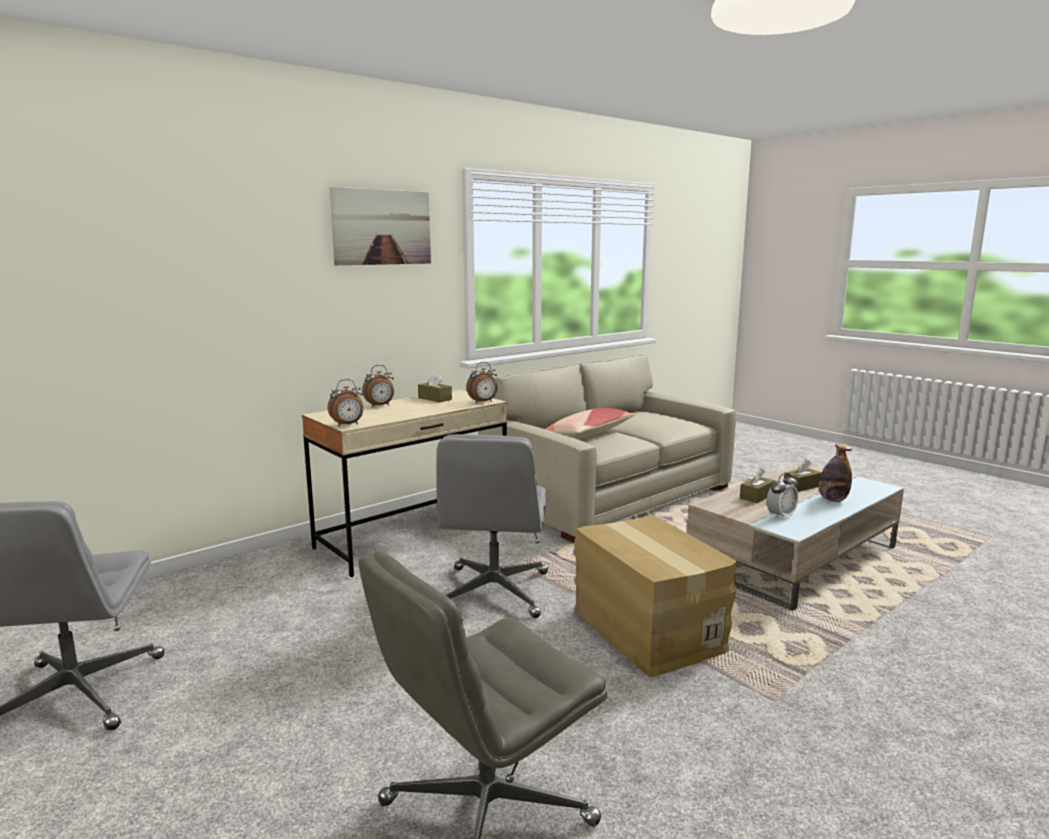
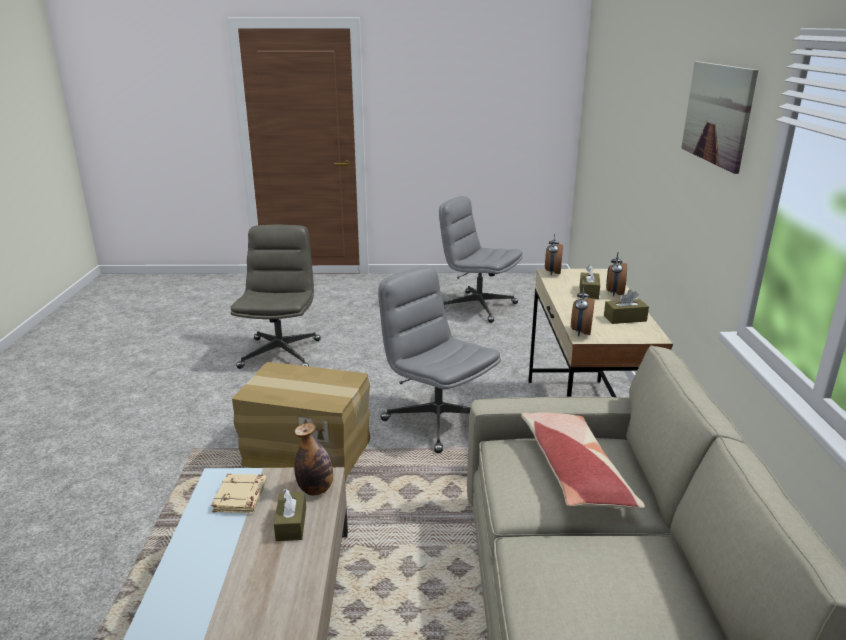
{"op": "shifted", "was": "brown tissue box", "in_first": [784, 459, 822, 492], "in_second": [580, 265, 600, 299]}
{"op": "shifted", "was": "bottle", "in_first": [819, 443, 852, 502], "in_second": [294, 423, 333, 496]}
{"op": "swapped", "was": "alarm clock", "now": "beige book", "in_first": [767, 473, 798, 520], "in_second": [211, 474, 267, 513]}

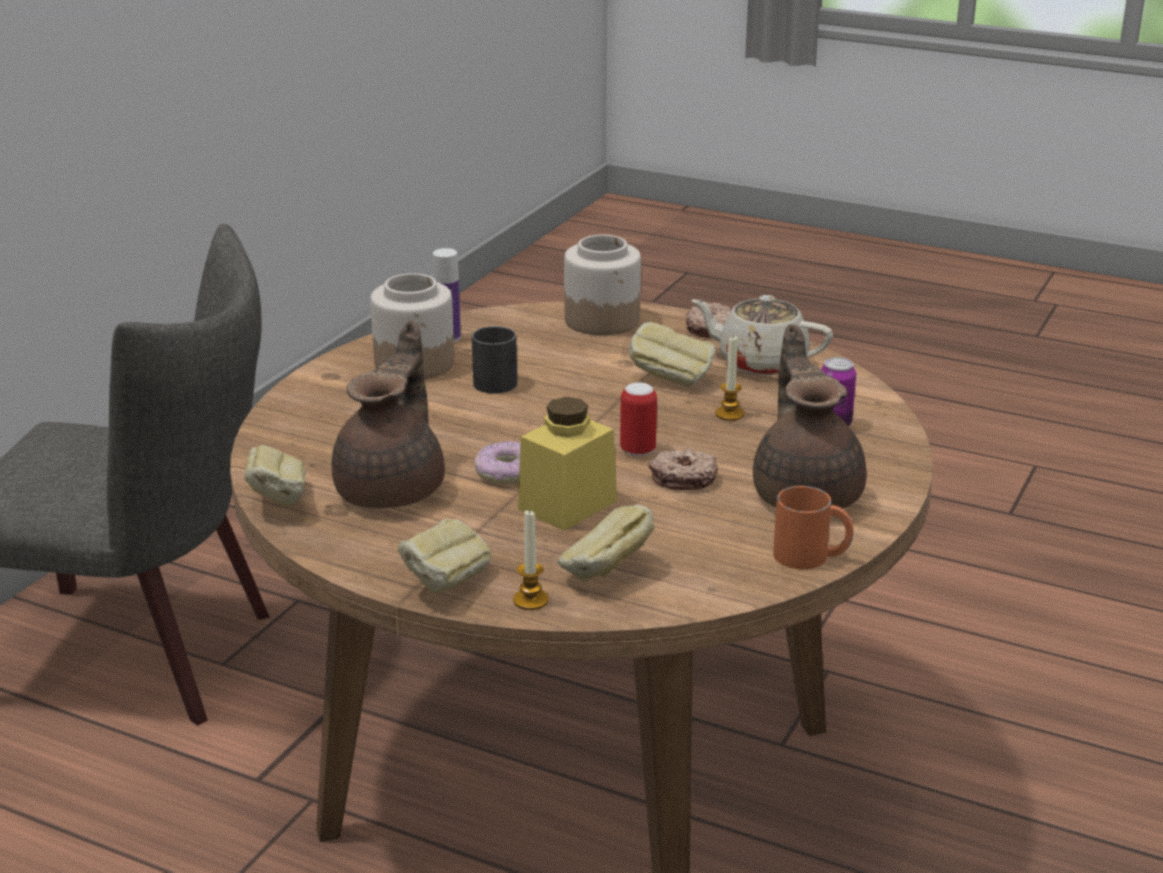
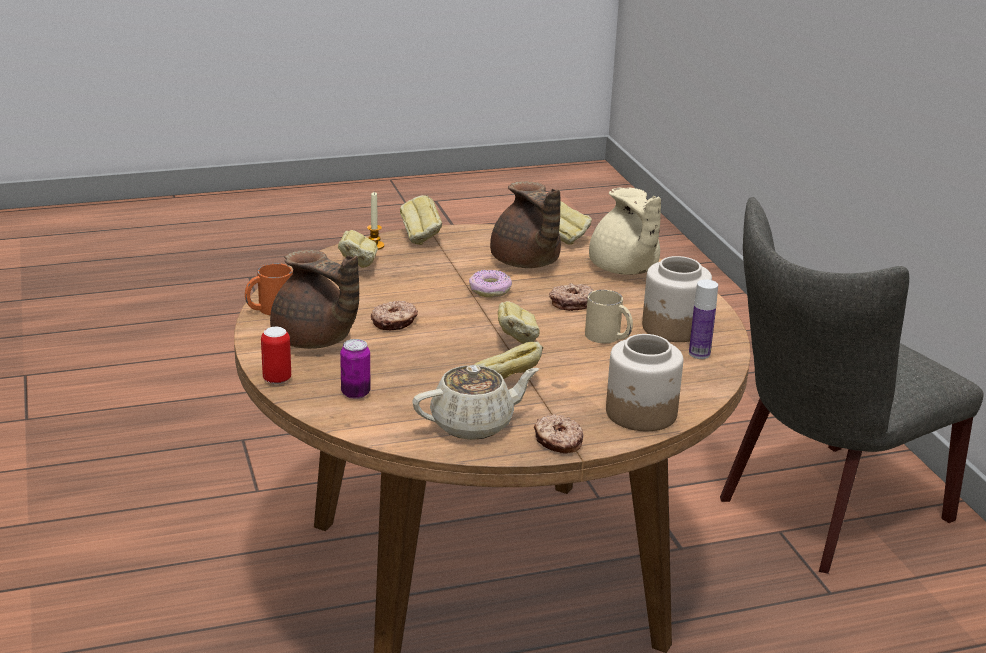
{"op": "gone", "was": "yellow jar", "in_first": [518, 397, 617, 531]}
{"op": "gone", "was": "candle", "in_first": [715, 337, 744, 421]}
{"op": "new", "now": "bread", "in_second": [498, 301, 540, 344]}
{"op": "new", "now": "donut", "in_second": [549, 283, 594, 311]}
{"op": "new", "now": "beige teapot", "in_second": [589, 187, 661, 275]}
{"op": "shifted", "was": "can", "in_first": [620, 383, 657, 456], "in_second": [261, 327, 291, 384]}
{"op": "repainted", "was": "black mug", "now": "beige mug", "in_first": [472, 326, 517, 394], "in_second": [585, 290, 633, 343]}

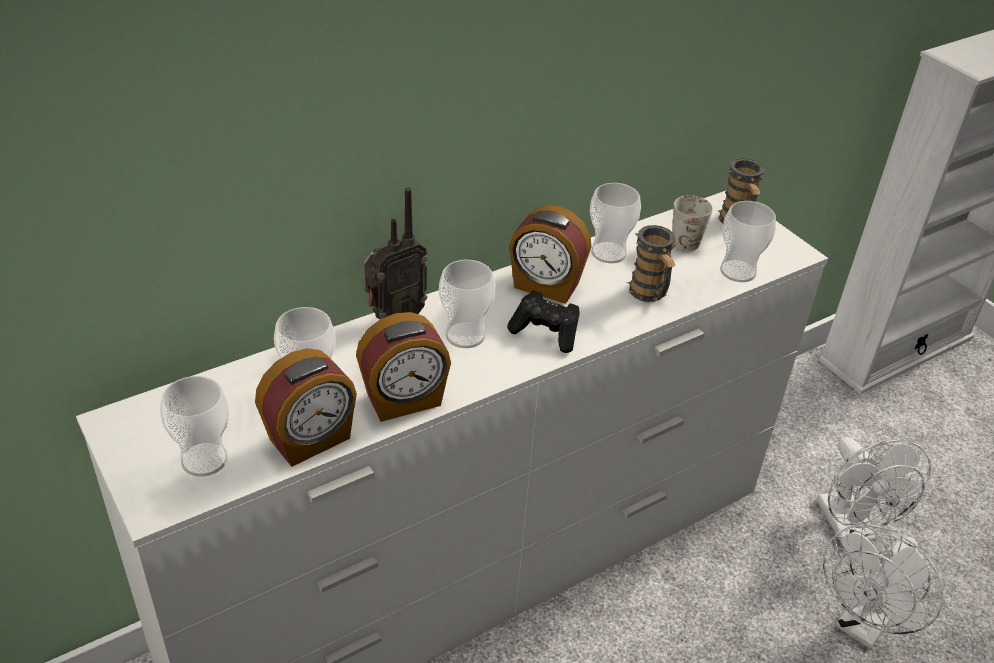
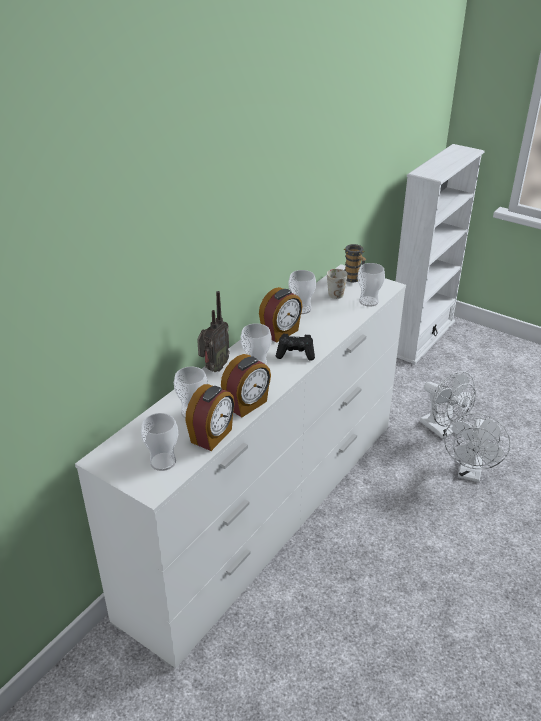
{"op": "gone", "was": "mug", "in_first": [627, 225, 677, 302]}
{"op": "rotated", "was": "alarm clock", "in_first": [509, 205, 592, 304], "in_second": [259, 287, 303, 343], "clockwise": -45}

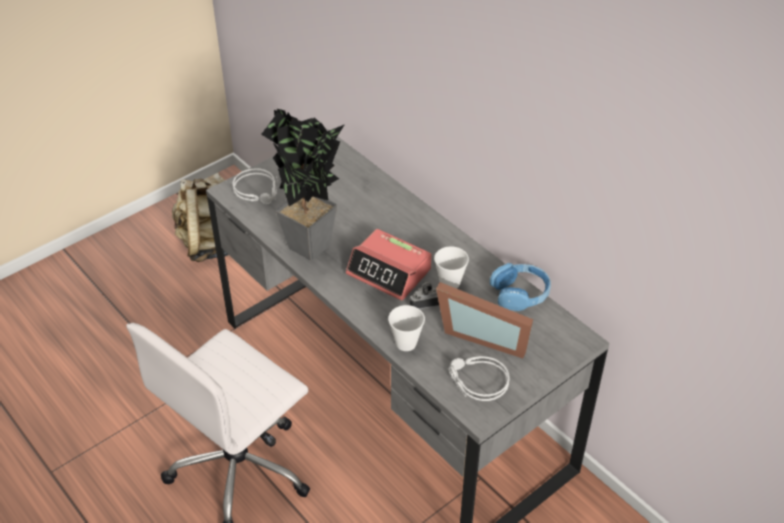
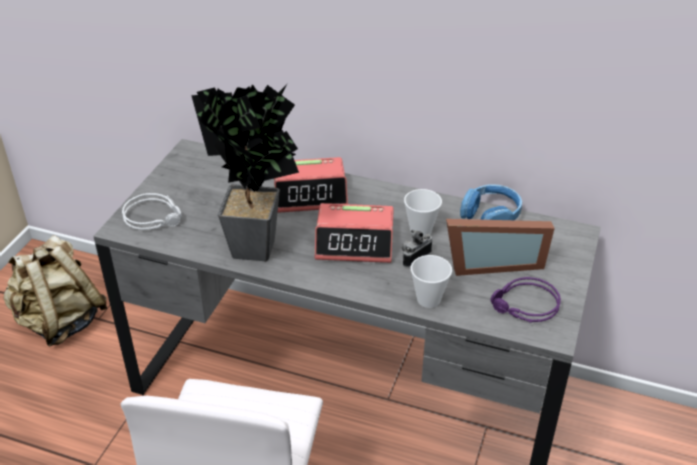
{"op": "new", "now": "alarm clock", "in_second": [274, 157, 348, 213]}
{"op": "repainted", "was": "grey headphones", "now": "purple headphones", "in_first": [449, 356, 510, 401], "in_second": [490, 277, 561, 323]}

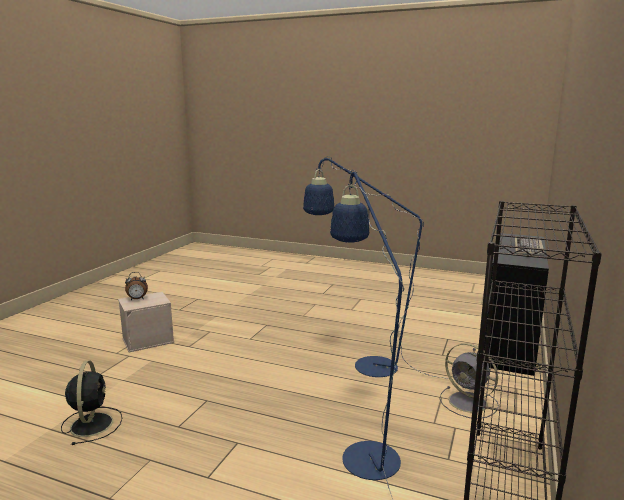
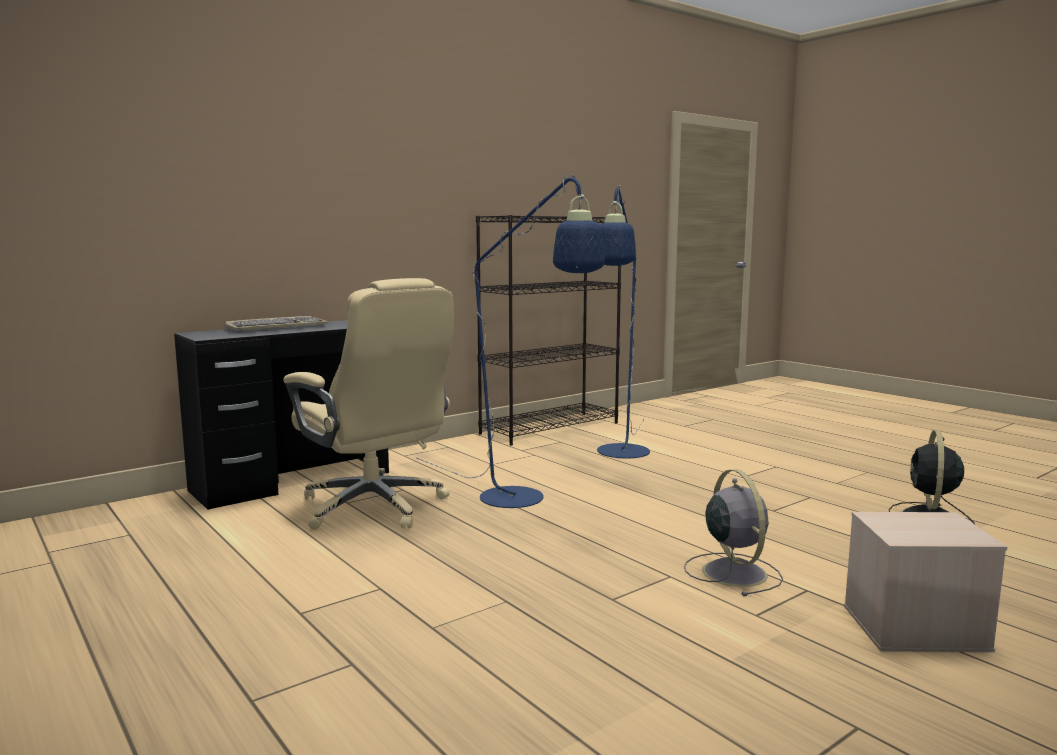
{"op": "gone", "was": "alarm clock", "in_first": [125, 272, 148, 300]}
{"op": "new", "now": "beige office chair", "in_second": [283, 278, 454, 530]}
{"op": "shifted", "was": "grey fan", "in_first": [440, 343, 499, 419], "in_second": [684, 469, 783, 596]}

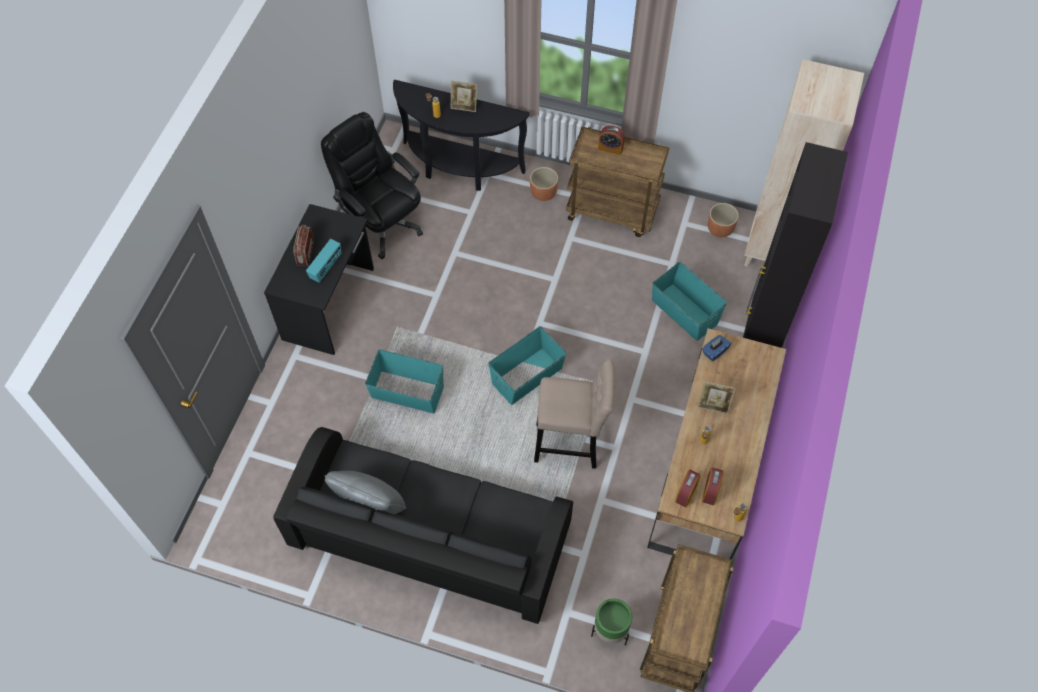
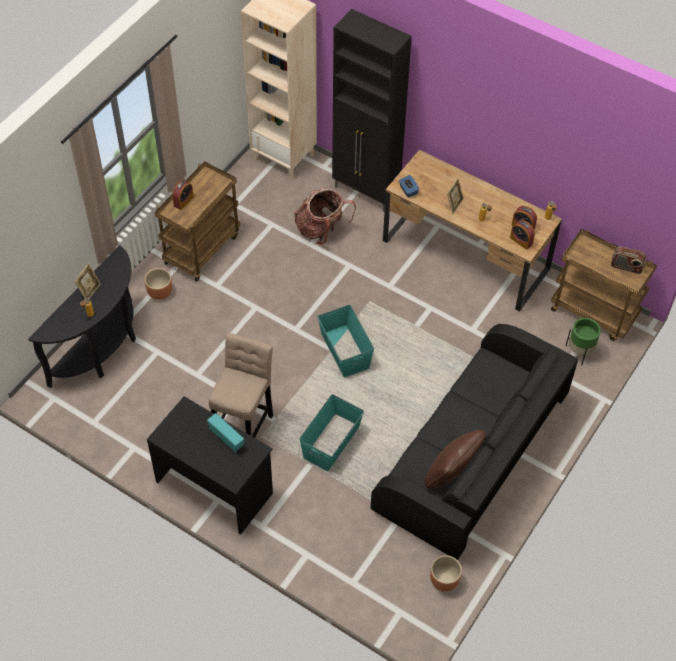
{"op": "gone", "was": "black office chair", "in_first": [321, 112, 423, 259]}
{"op": "shifted", "was": "radio", "in_first": [293, 225, 314, 266], "in_second": [611, 246, 646, 274]}
{"op": "shifted", "was": "beige stool", "in_first": [534, 359, 615, 469], "in_second": [209, 333, 273, 438]}
{"op": "shifted", "was": "brown planter", "in_first": [708, 203, 739, 237], "in_second": [430, 555, 462, 592]}
{"op": "swapped", "was": "turquoise storage box", "now": "backpack", "in_first": [652, 262, 727, 341], "in_second": [294, 188, 356, 245]}
{"op": "repainted", "was": "grey pillow", "now": "brown pillow", "in_first": [324, 471, 406, 514], "in_second": [424, 430, 486, 489]}

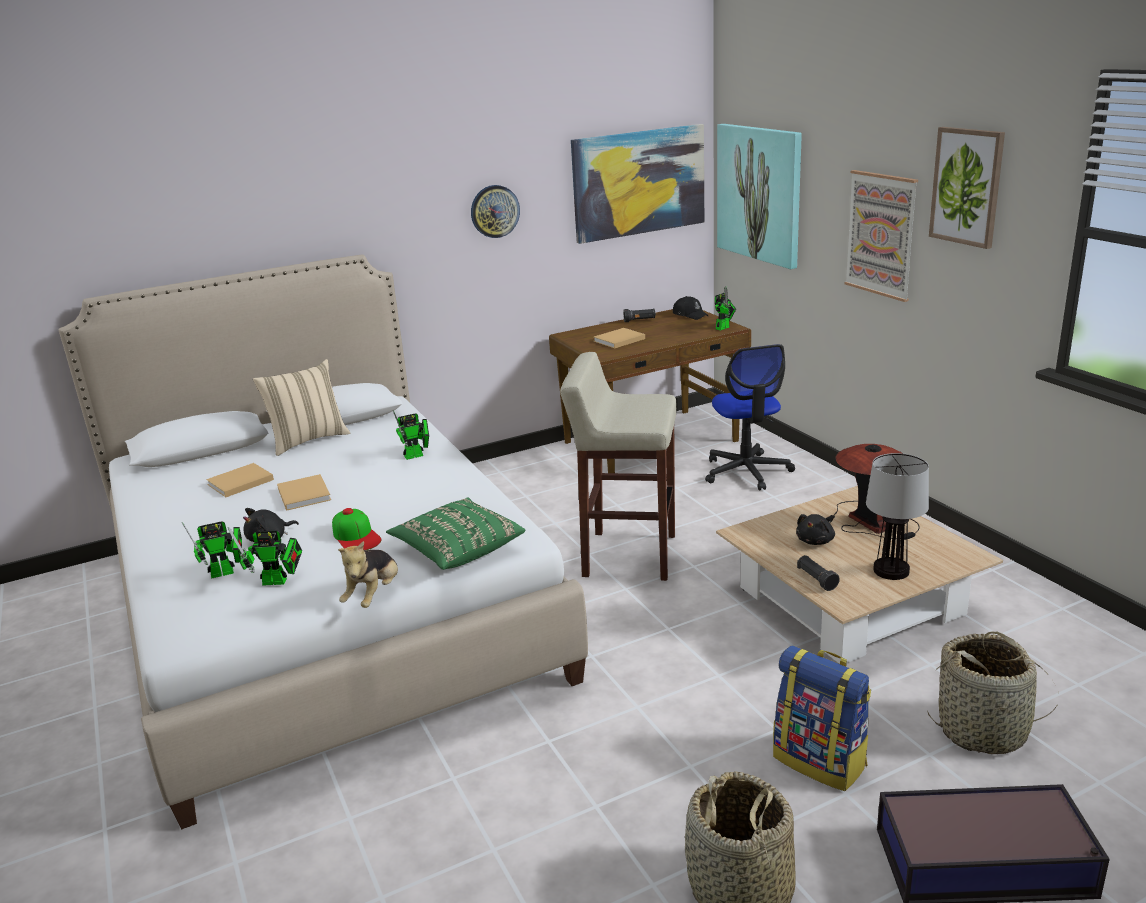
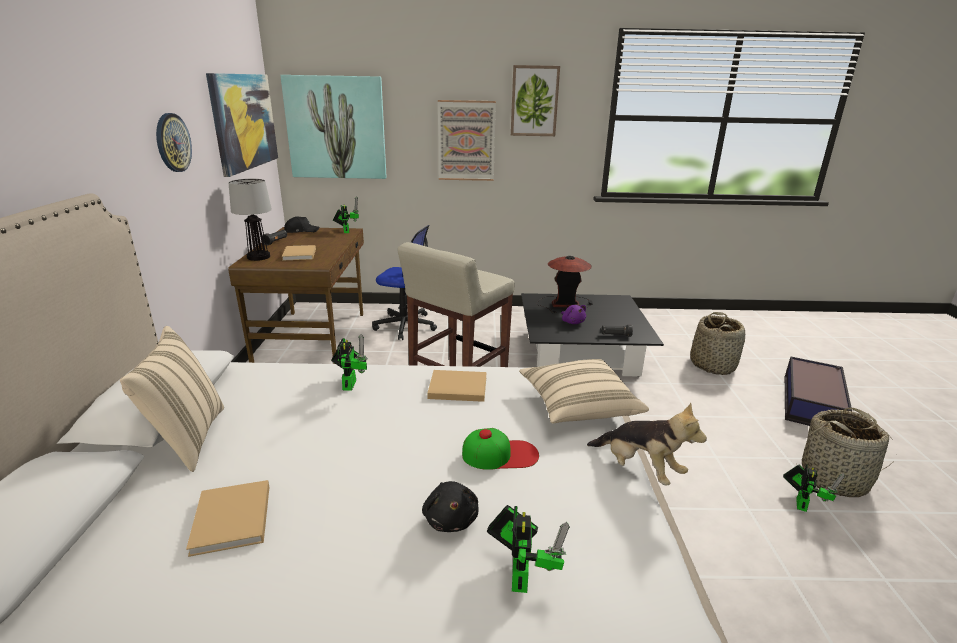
{"op": "gone", "was": "backpack", "in_first": [773, 645, 871, 791]}
{"op": "shifted", "was": "toy robot", "in_first": [228, 527, 302, 586], "in_second": [783, 464, 845, 512]}
{"op": "shifted", "was": "beige book", "in_first": [277, 474, 331, 511], "in_second": [427, 370, 487, 402]}
{"op": "shifted", "was": "table lamp", "in_first": [866, 453, 929, 580], "in_second": [228, 179, 272, 261]}
{"op": "repainted", "was": "green pillow", "now": "beige pillow", "in_first": [386, 497, 526, 570], "in_second": [519, 359, 649, 424]}
{"op": "repainted", "was": "beige coffee table", "now": "black coffee table", "in_first": [716, 486, 1003, 664], "in_second": [521, 293, 664, 377]}
{"op": "repainted", "was": "black plush toy", "now": "purple plush toy", "in_first": [796, 514, 835, 545], "in_second": [561, 305, 586, 324]}

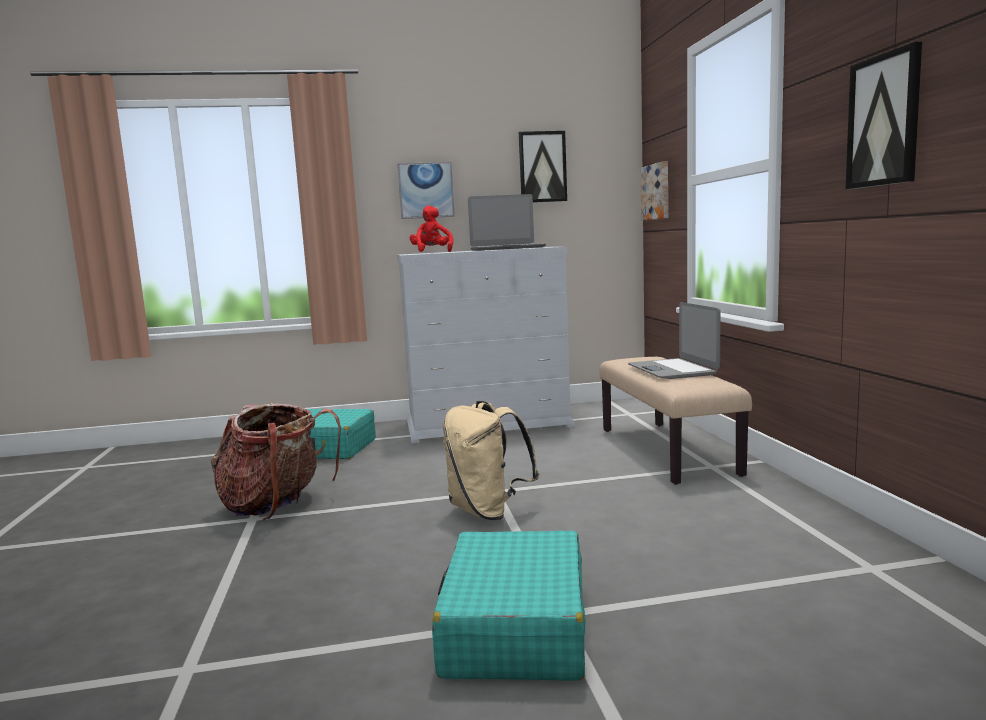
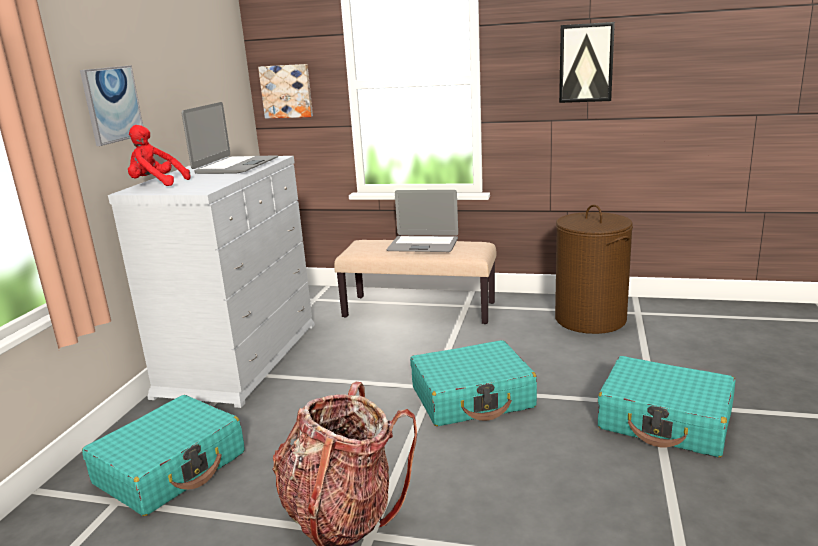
{"op": "gone", "was": "picture", "in_first": [519, 131, 567, 203]}
{"op": "new", "now": "brown laundry basket", "in_second": [555, 205, 633, 334]}
{"op": "swapped", "was": "beige backpack", "now": "turquoise suitcase", "in_first": [443, 401, 539, 520], "in_second": [410, 340, 537, 426]}

